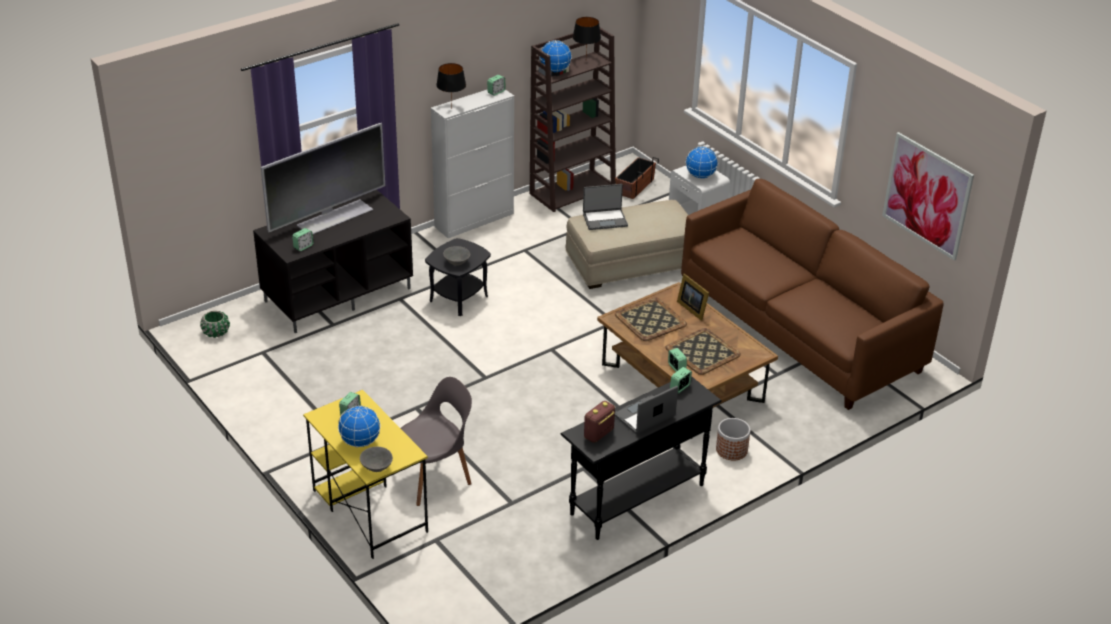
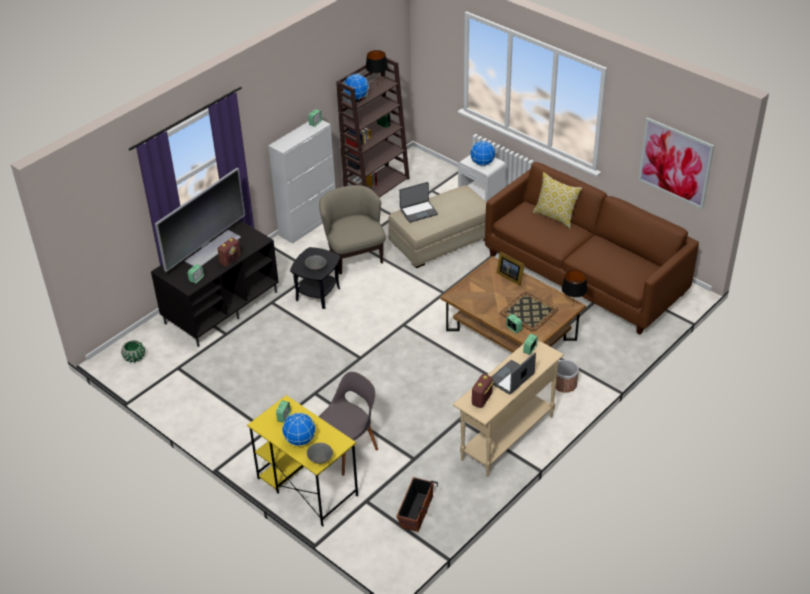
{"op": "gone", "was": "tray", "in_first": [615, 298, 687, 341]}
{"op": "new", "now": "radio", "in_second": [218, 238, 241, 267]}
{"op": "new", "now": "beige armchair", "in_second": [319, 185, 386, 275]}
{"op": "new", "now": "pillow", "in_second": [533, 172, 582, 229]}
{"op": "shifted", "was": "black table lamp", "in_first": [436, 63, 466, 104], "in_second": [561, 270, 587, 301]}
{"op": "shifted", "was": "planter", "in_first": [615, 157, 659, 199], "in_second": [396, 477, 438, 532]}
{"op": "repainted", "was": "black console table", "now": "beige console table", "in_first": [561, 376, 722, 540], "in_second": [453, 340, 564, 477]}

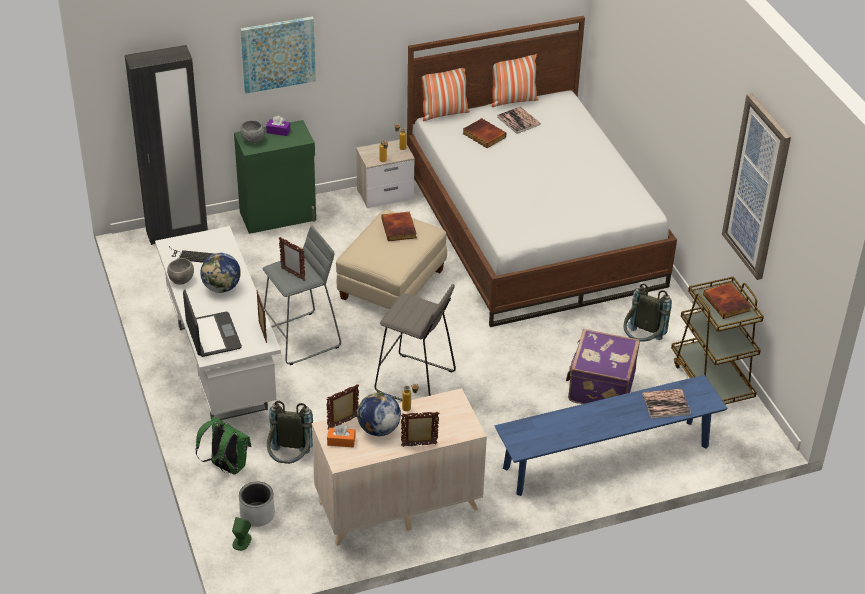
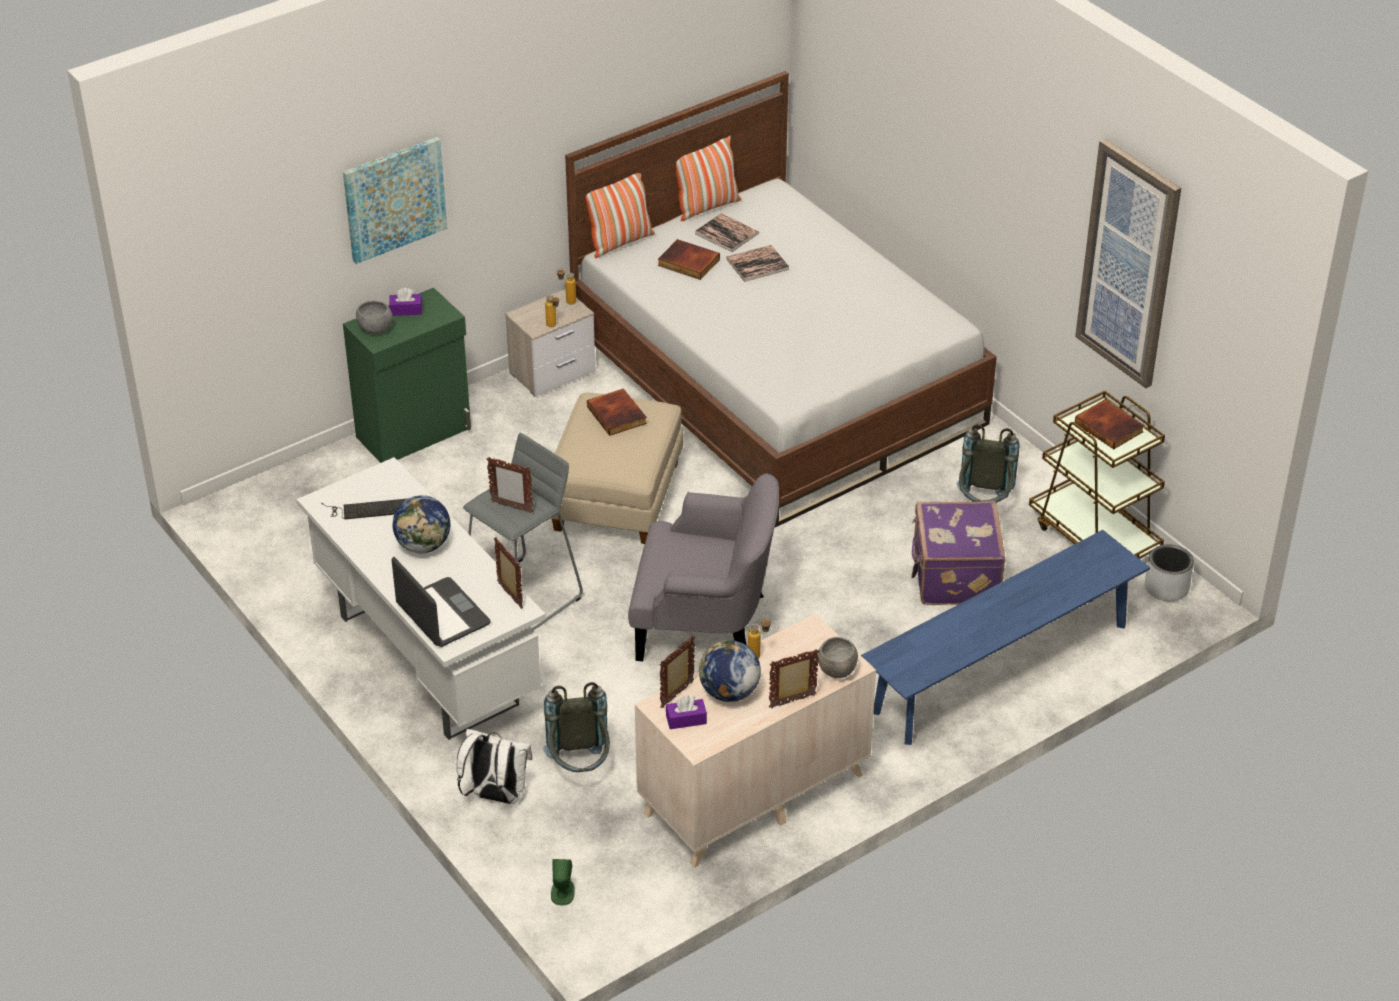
{"op": "gone", "was": "black wardrobe", "in_first": [125, 45, 208, 245]}
{"op": "shifted", "was": "grey bowl", "in_first": [167, 258, 194, 285], "in_second": [818, 637, 858, 678]}
{"op": "shifted", "was": "grey planter", "in_first": [239, 481, 275, 527], "in_second": [1145, 544, 1194, 601]}
{"op": "shifted", "was": "book", "in_first": [642, 389, 691, 418], "in_second": [726, 245, 789, 282]}
{"op": "swapped", "was": "grey stool", "now": "grey armchair", "in_first": [375, 284, 456, 401], "in_second": [628, 473, 779, 662]}
{"op": "repainted", "was": "green backpack", "now": "white backpack", "in_first": [195, 417, 251, 475], "in_second": [457, 729, 533, 804]}
{"op": "repainted", "was": "orange tissue box", "now": "purple tissue box", "in_first": [327, 425, 356, 447], "in_second": [666, 696, 707, 729]}

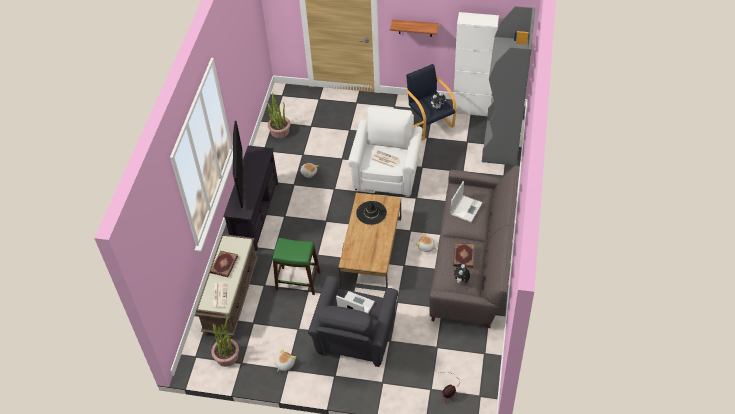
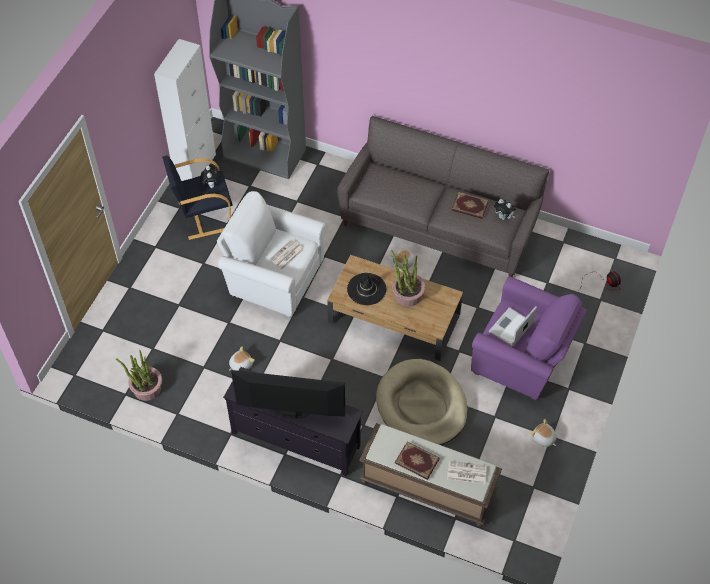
{"op": "gone", "was": "shelf", "in_first": [390, 19, 439, 37]}
{"op": "gone", "was": "laptop", "in_first": [451, 181, 483, 222]}
{"op": "shifted", "was": "potted plant", "in_first": [211, 317, 239, 367], "in_second": [391, 250, 426, 307]}
{"op": "swapped", "was": "green stool", "now": "beige dog bed", "in_first": [273, 238, 320, 295], "in_second": [376, 359, 468, 445]}
{"op": "repainted", "was": "grey armchair", "now": "purple armchair", "in_first": [308, 276, 398, 367], "in_second": [471, 276, 587, 400]}

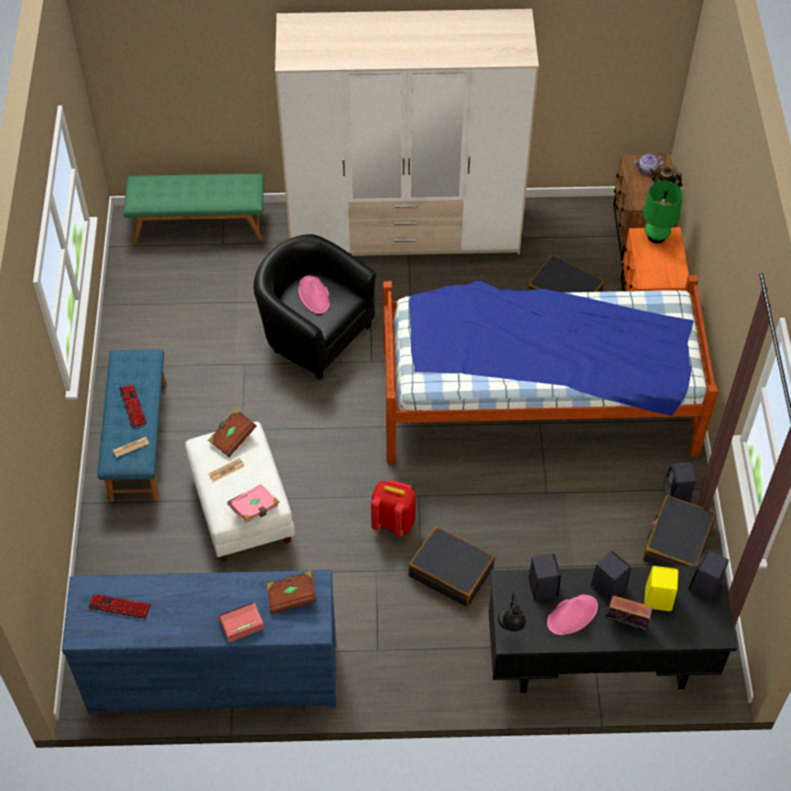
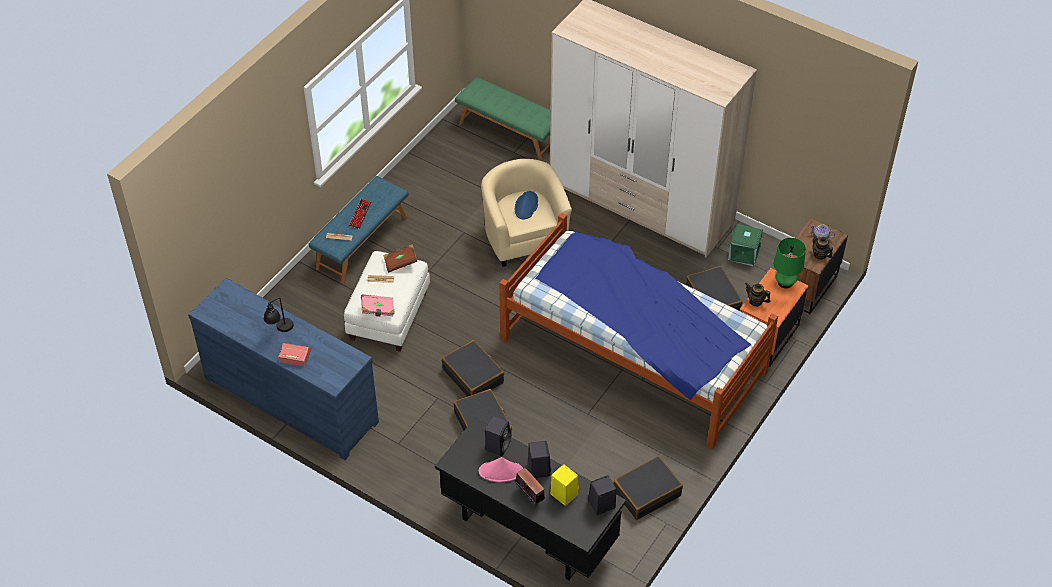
{"op": "gone", "was": "keyboard", "in_first": [88, 594, 151, 619]}
{"op": "gone", "was": "brown book", "in_first": [266, 571, 317, 614]}
{"op": "gone", "was": "black speaker", "in_first": [664, 462, 696, 502]}
{"op": "new", "now": "green storage box", "in_second": [728, 224, 763, 266]}
{"op": "new", "now": "teapot", "in_second": [745, 283, 770, 307]}
{"op": "shifted", "was": "black table lamp", "in_first": [498, 591, 526, 632], "in_second": [264, 298, 294, 332]}
{"op": "swapped", "was": "red backpack", "now": "black suitcase", "in_first": [371, 480, 416, 537], "in_second": [442, 340, 504, 397]}
{"op": "repainted", "was": "black armchair", "now": "beige armchair", "in_first": [254, 234, 376, 380], "in_second": [481, 159, 572, 267]}
{"op": "repainted", "was": "pink hat", "now": "blue hat", "in_first": [298, 276, 330, 314], "in_second": [515, 191, 538, 219]}

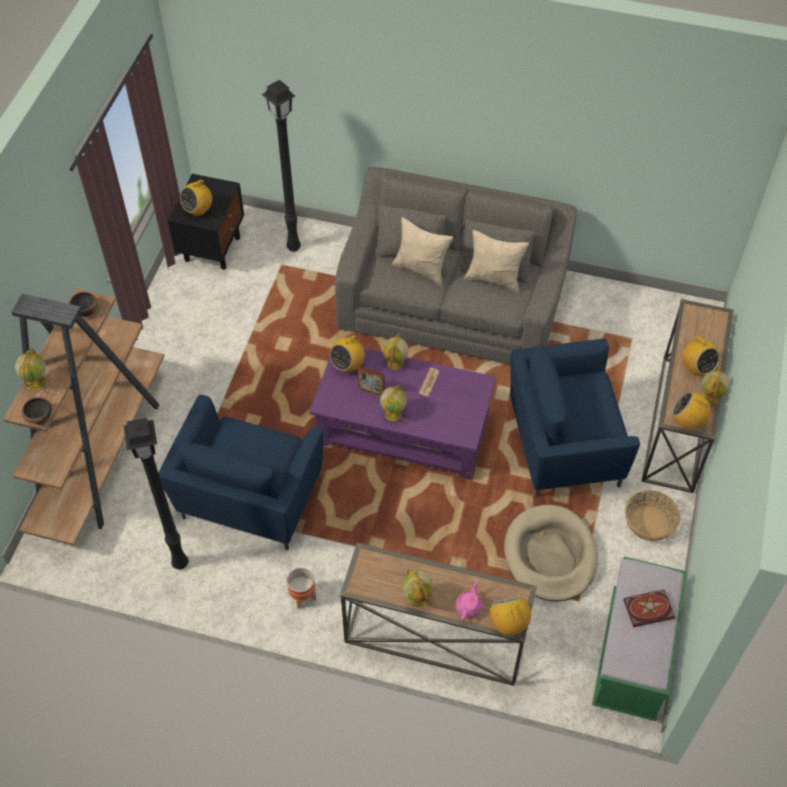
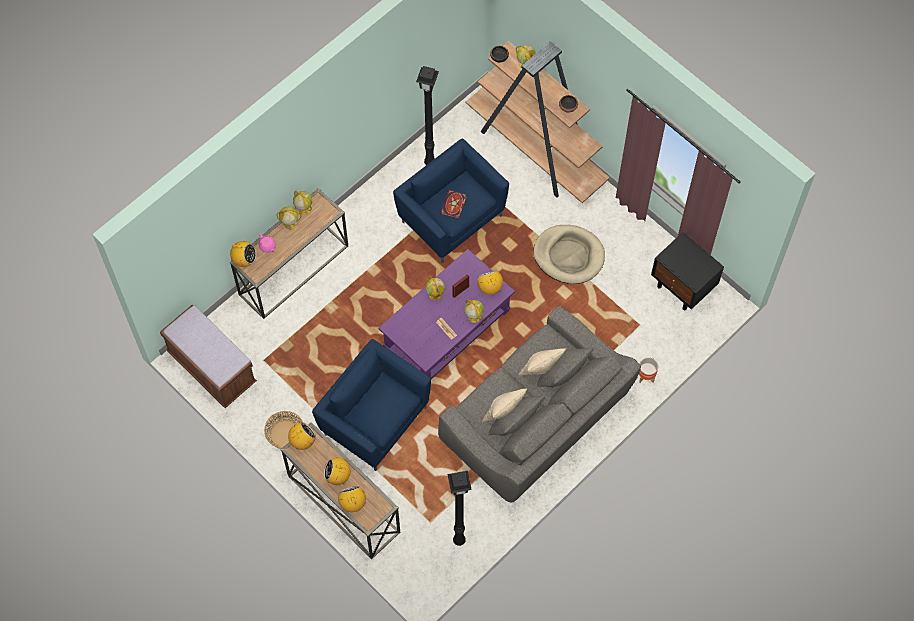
{"op": "shifted", "was": "radio", "in_first": [180, 177, 212, 216], "in_second": [338, 486, 366, 512]}
{"op": "shifted", "was": "black floor lamp", "in_first": [262, 80, 301, 252], "in_second": [448, 471, 472, 546]}
{"op": "shifted", "was": "planter", "in_first": [287, 567, 316, 609], "in_second": [639, 357, 658, 383]}
{"op": "shifted", "was": "beige dog bed", "in_first": [504, 505, 598, 602], "in_second": [533, 225, 605, 284]}
{"op": "shifted", "was": "book", "in_first": [623, 589, 675, 627], "in_second": [440, 190, 467, 219]}
{"op": "shifted", "was": "globe", "in_first": [701, 367, 730, 405], "in_second": [293, 191, 312, 215]}
{"op": "repainted", "was": "green bench", "now": "brown bench", "in_first": [592, 557, 687, 721], "in_second": [160, 305, 257, 408]}
{"op": "rotated", "was": "blue armchair", "in_first": [510, 339, 640, 497], "in_second": [312, 339, 431, 471], "clockwise": -75}

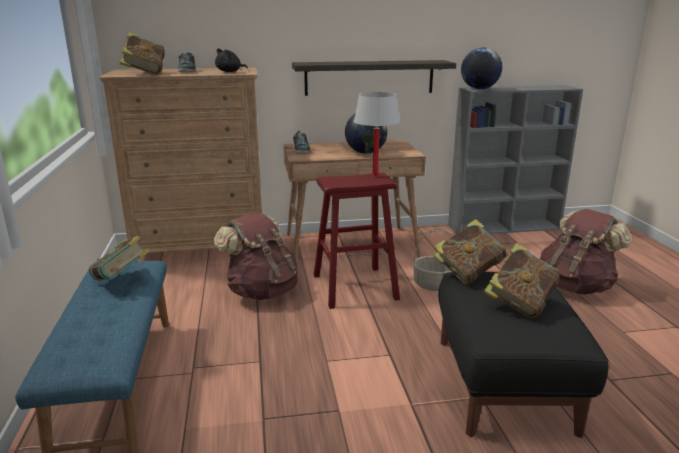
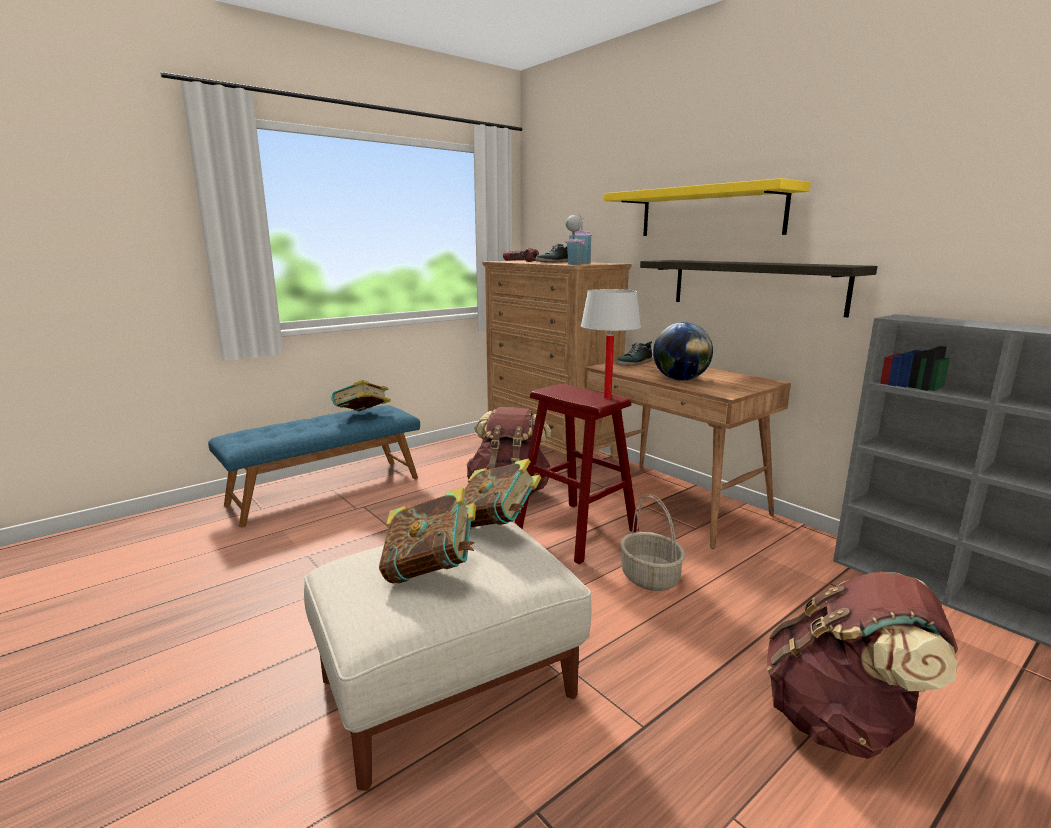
{"op": "gone", "was": "globe", "in_first": [461, 47, 502, 89]}
{"op": "new", "now": "yellow shelf", "in_second": [604, 178, 811, 236]}
{"op": "swapped", "was": "book", "now": "flashlight", "in_first": [120, 32, 165, 75], "in_second": [503, 248, 539, 262]}
{"op": "swapped", "was": "black plush toy", "now": "toy house", "in_first": [215, 48, 248, 72], "in_second": [565, 213, 592, 265]}
{"op": "repainted", "was": "black ottoman", "now": "beige ottoman", "in_first": [439, 272, 609, 438], "in_second": [304, 522, 591, 791]}

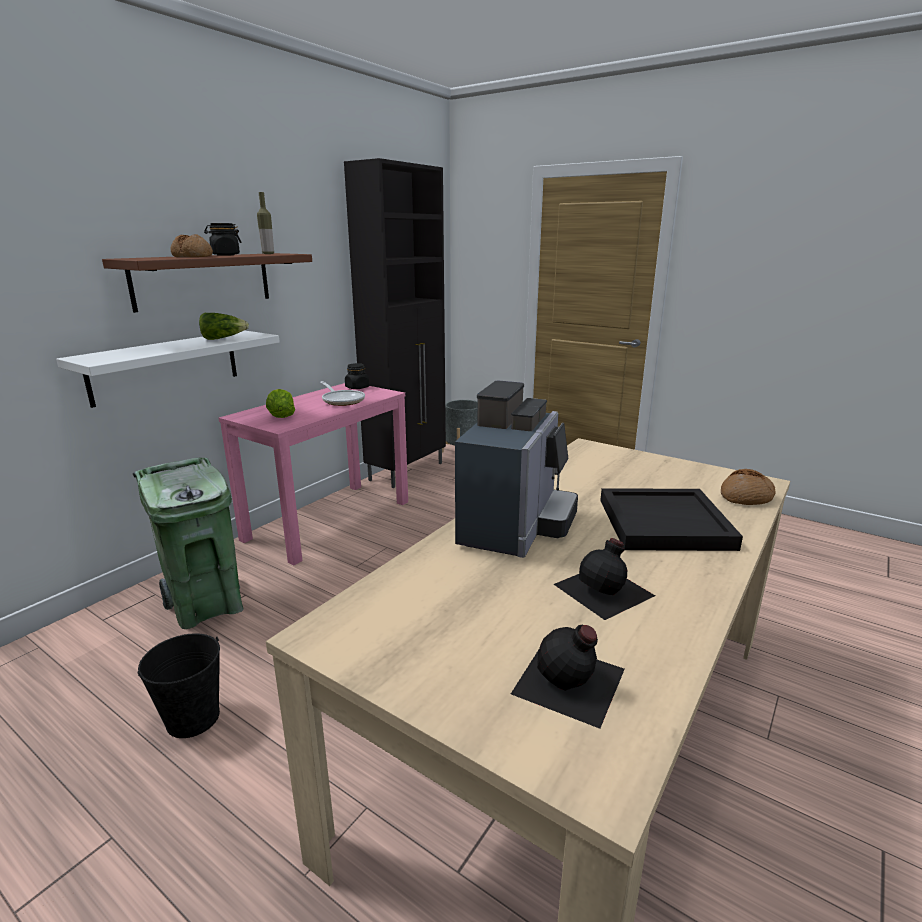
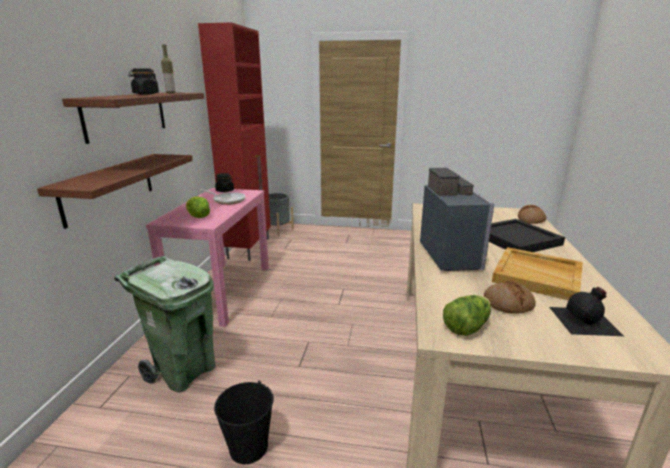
{"op": "shifted", "was": "bread", "in_first": [170, 234, 213, 257], "in_second": [484, 280, 536, 314]}
{"op": "shifted", "was": "lettuce", "in_first": [199, 313, 249, 340], "in_second": [443, 295, 491, 336]}
{"op": "swapped", "was": "black bottle", "now": "beige tray", "in_first": [554, 538, 655, 620], "in_second": [492, 247, 583, 301]}
{"op": "repainted", "was": "white shelf", "now": "brown shelf", "in_first": [56, 330, 280, 408], "in_second": [37, 154, 193, 229]}
{"op": "repainted", "was": "black cabinet", "now": "red cabinet", "in_first": [344, 158, 446, 488], "in_second": [198, 22, 271, 261]}

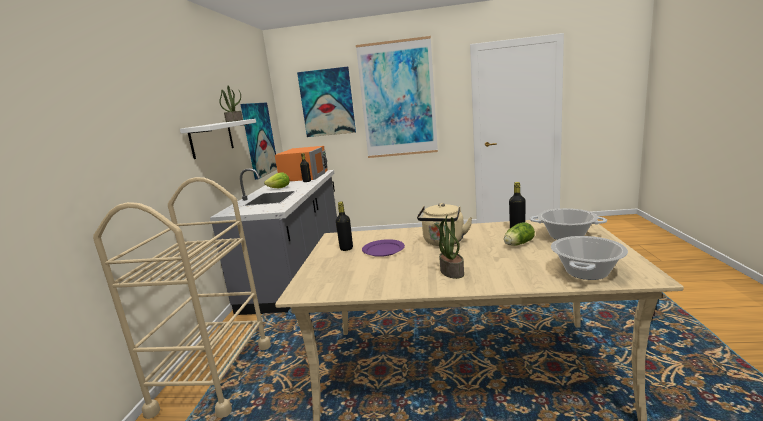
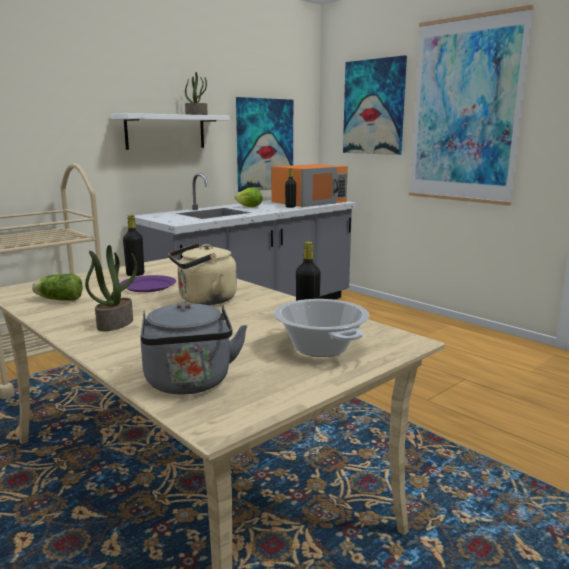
{"op": "shifted", "was": "lettuce", "in_first": [504, 222, 535, 246], "in_second": [32, 274, 82, 301]}
{"op": "swapped", "was": "cooking pot", "now": "grey kettle", "in_first": [551, 236, 628, 280], "in_second": [141, 301, 247, 395]}

